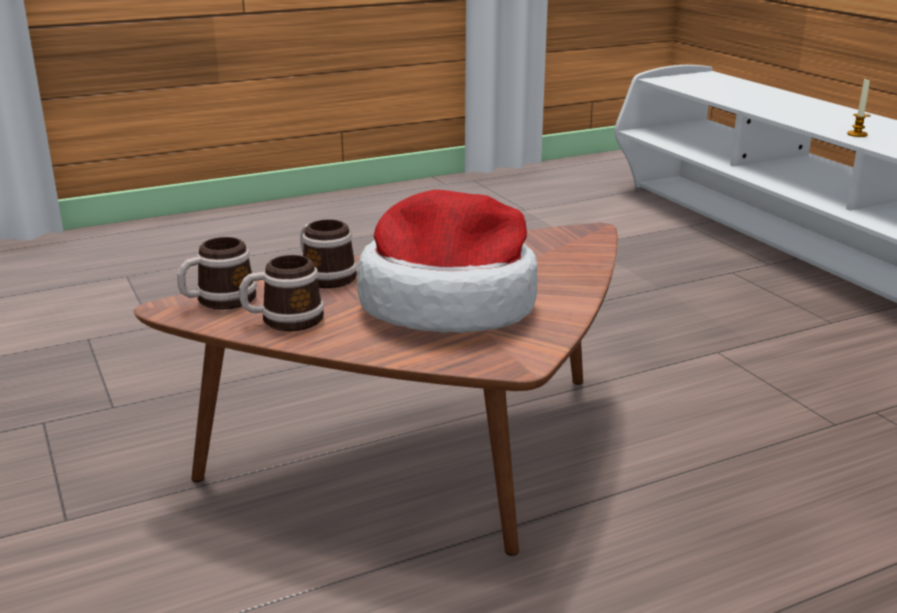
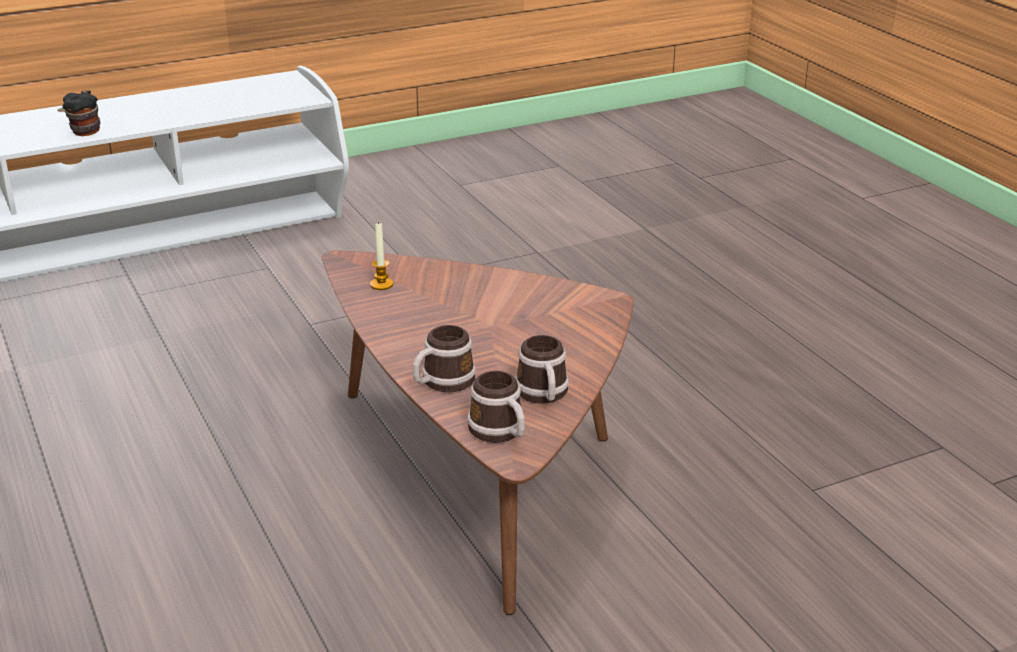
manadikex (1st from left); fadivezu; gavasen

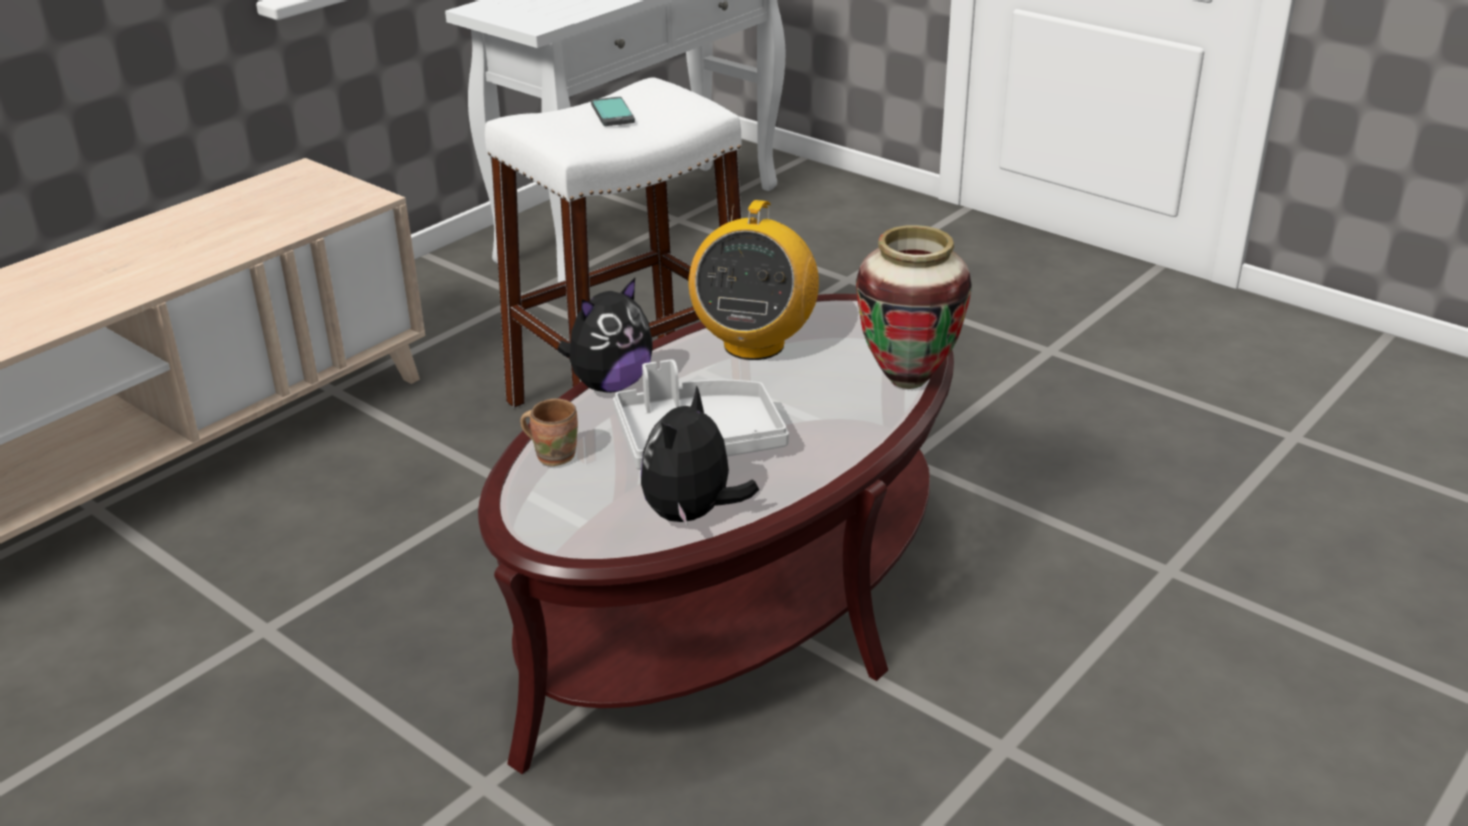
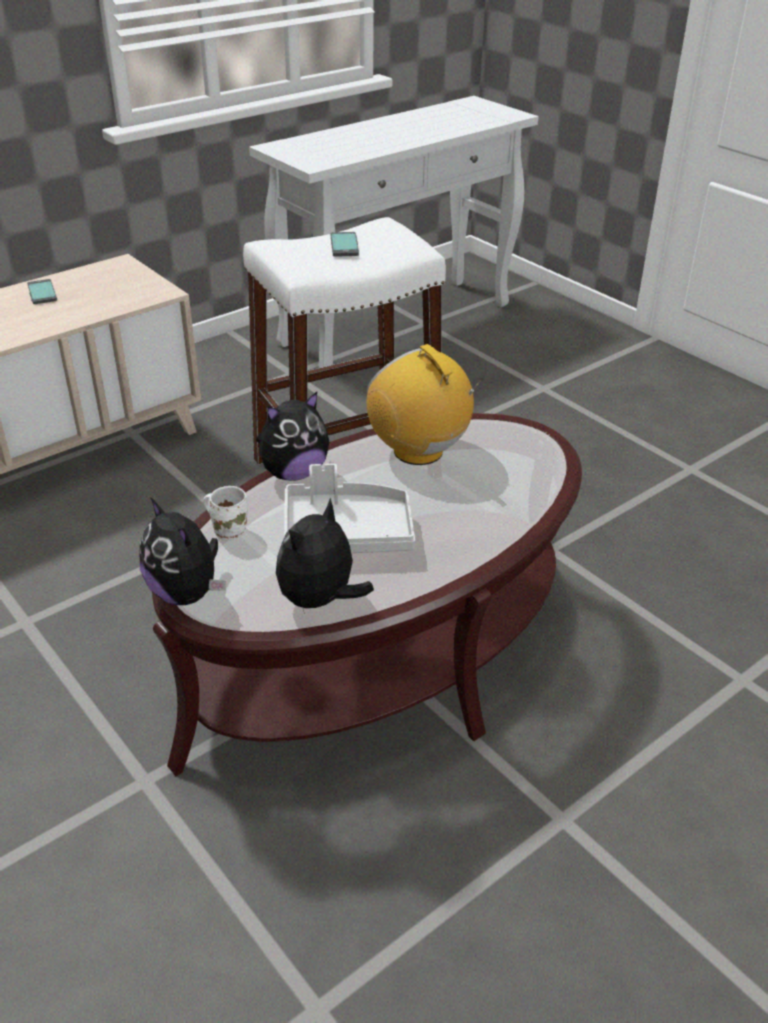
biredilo (1st from left); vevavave (1st from left); white manadikex; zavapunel; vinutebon

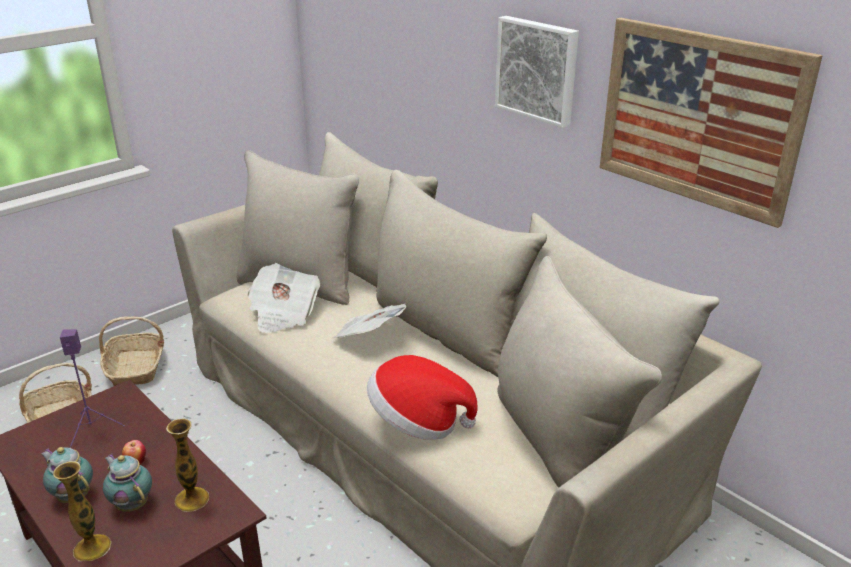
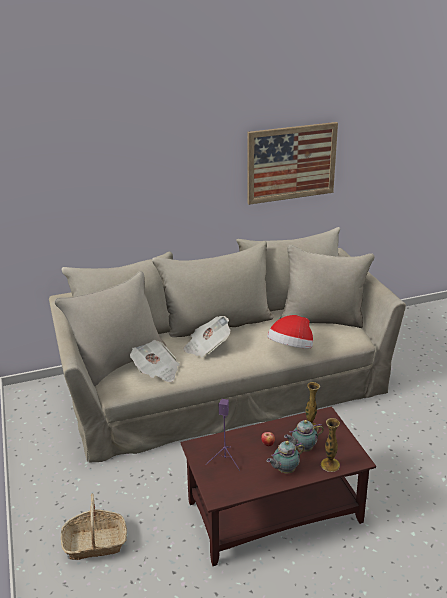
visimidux (2nd from left in the first image); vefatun (1st from left in the first image)

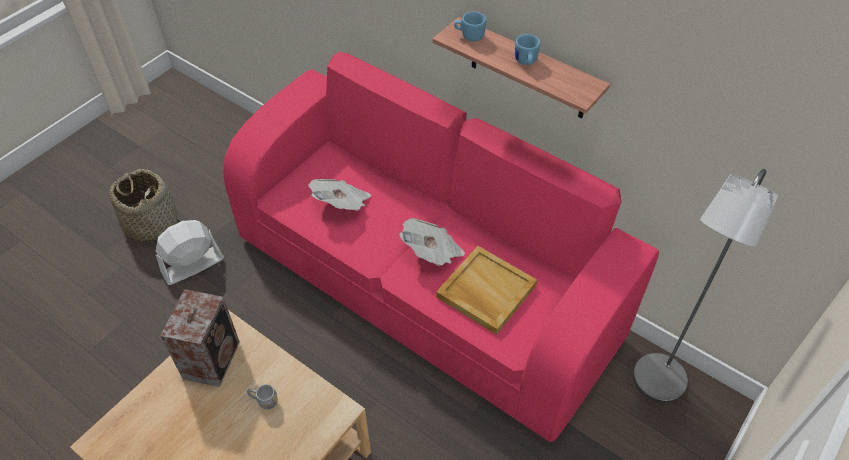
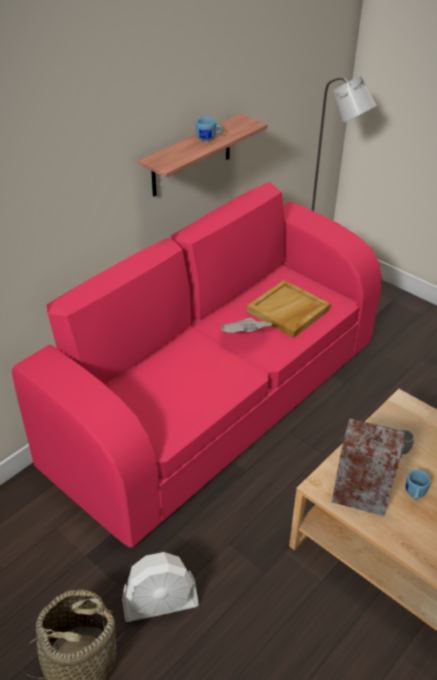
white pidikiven; blue manadikex (2nd from left); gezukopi (1st from left in the first image)

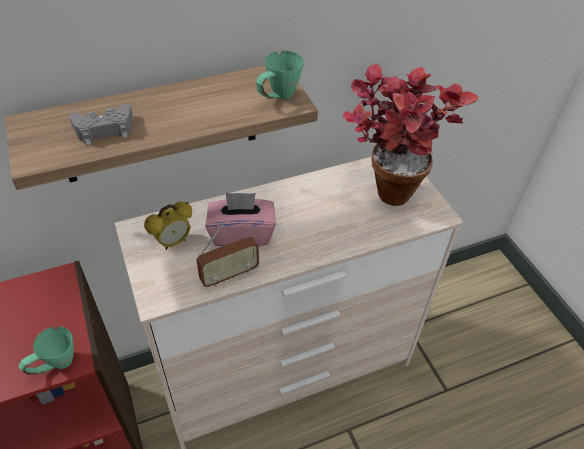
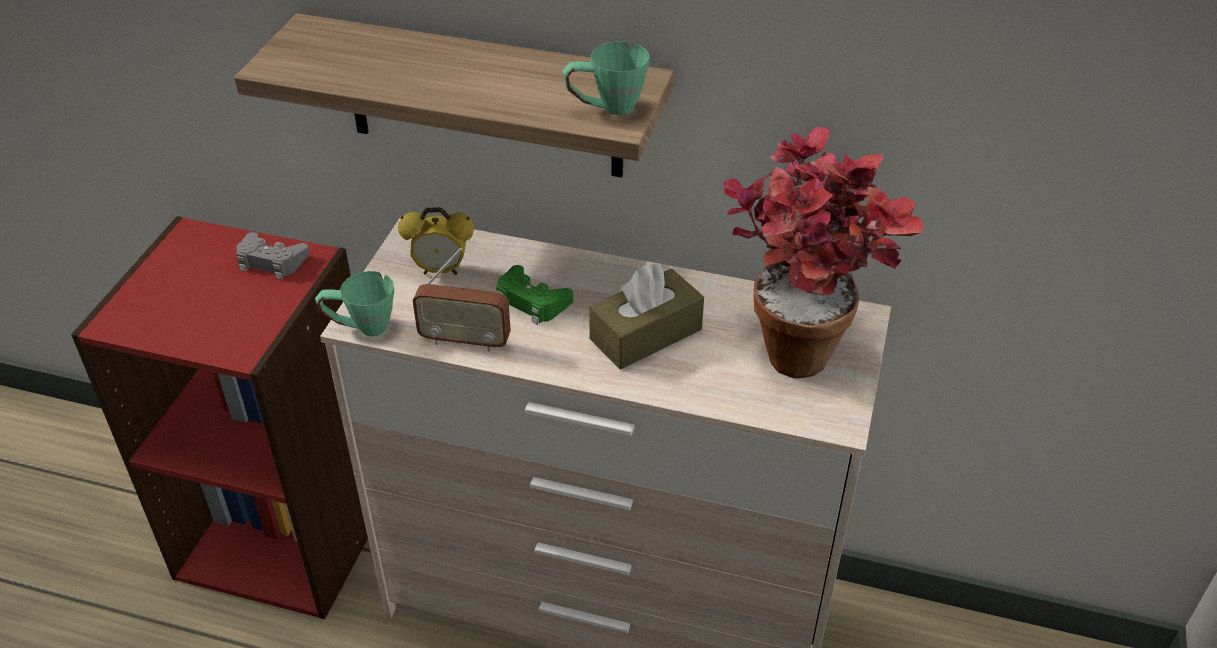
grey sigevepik; green manadikex (1st from left); green sigevepik; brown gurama

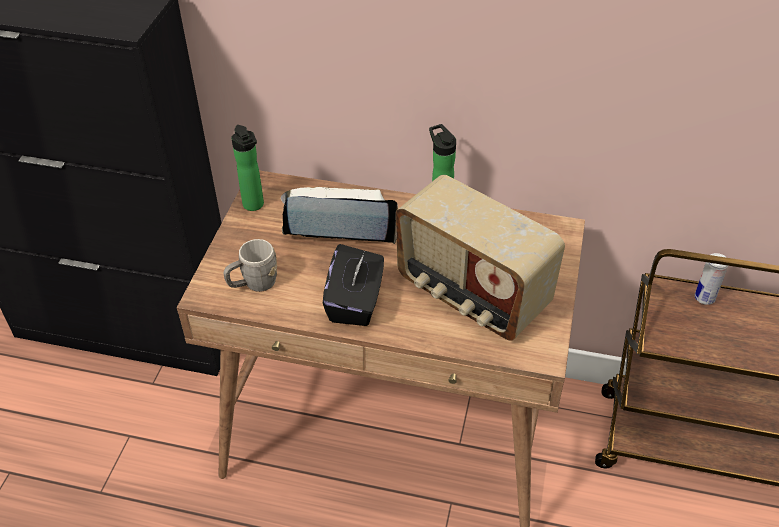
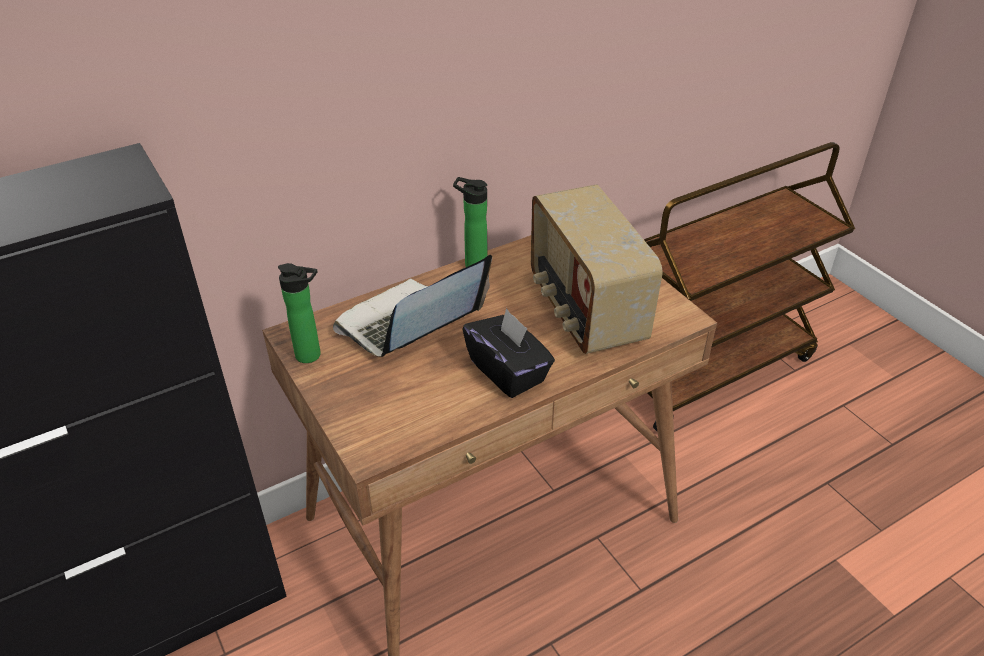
zavapunel; grey manadikex; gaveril

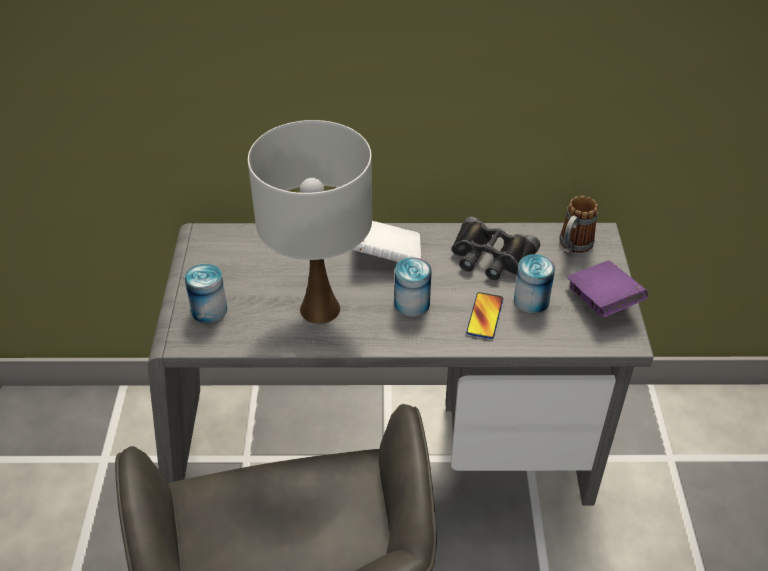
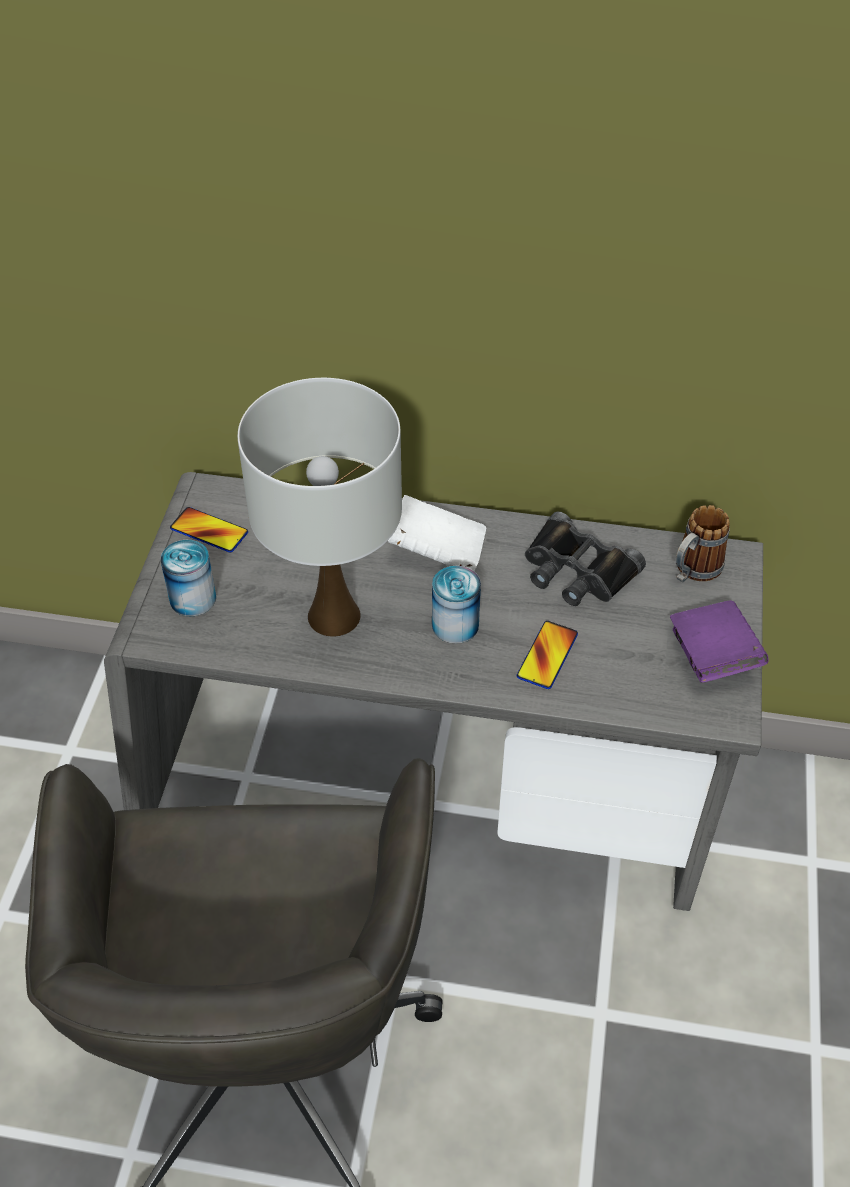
biredilo (1st from left); gaveril (3rd from left in the first image)

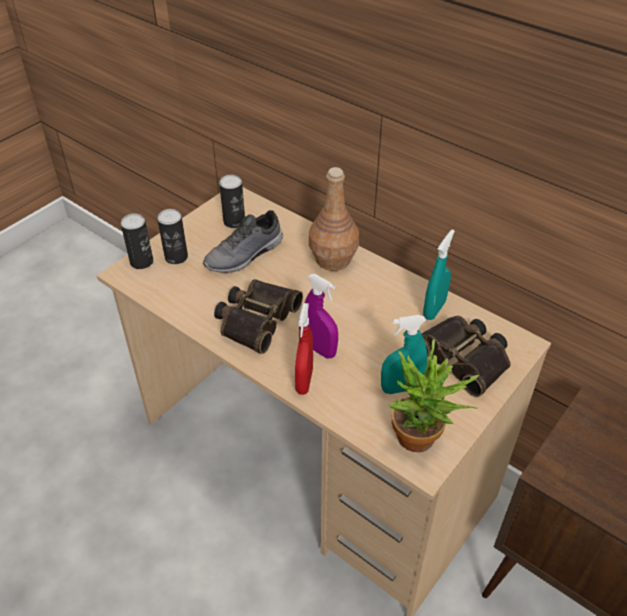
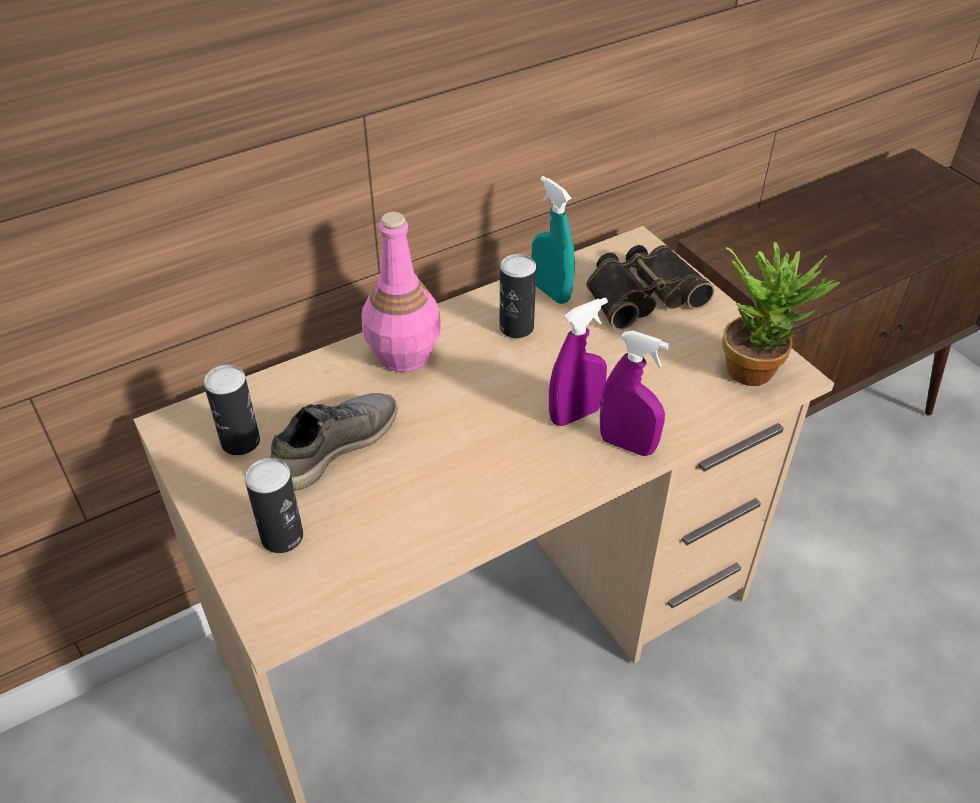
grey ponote; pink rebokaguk; gaveril (3rd from left); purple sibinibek (2nd from left); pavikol (1st from left in the first image); turquoise sibinibek (1st from left in the first image)

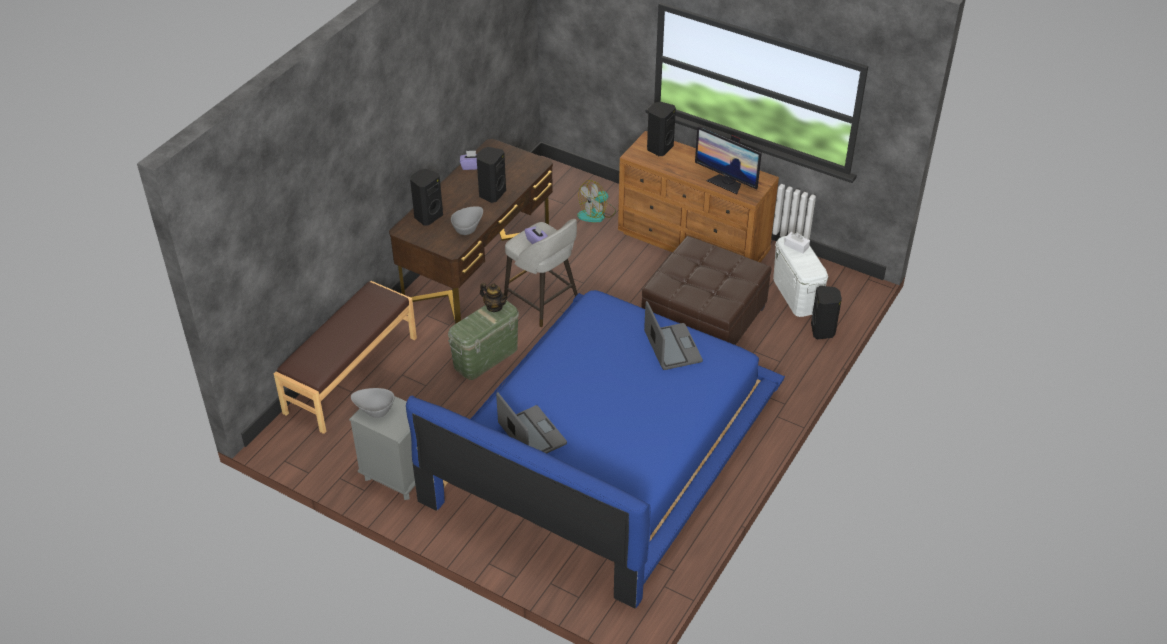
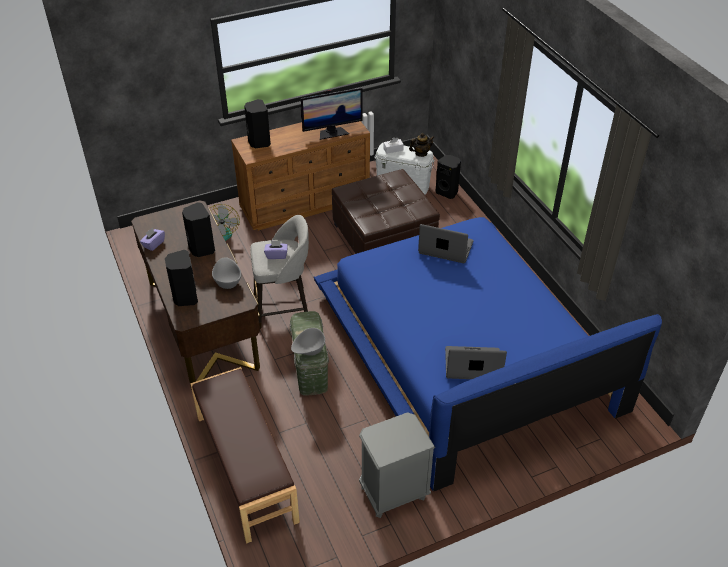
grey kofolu (2nd from left); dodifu

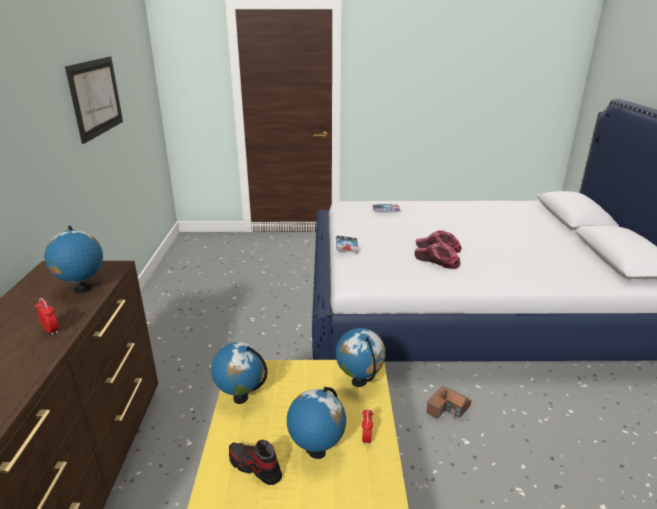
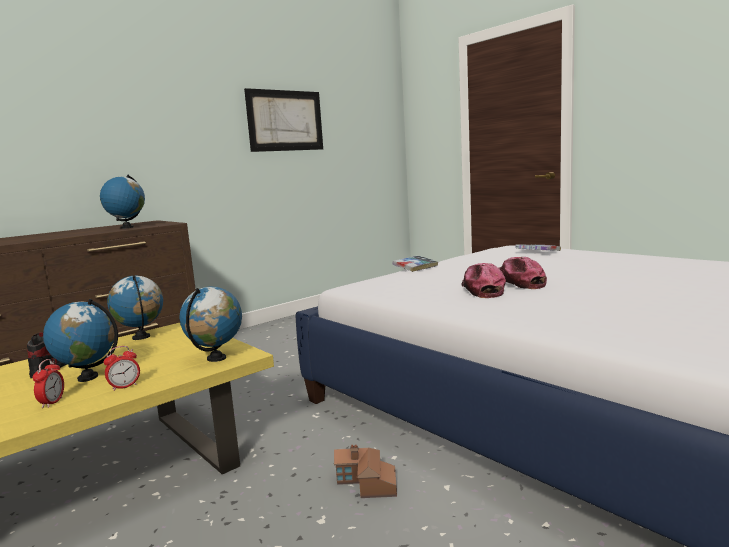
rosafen (1st from left)

